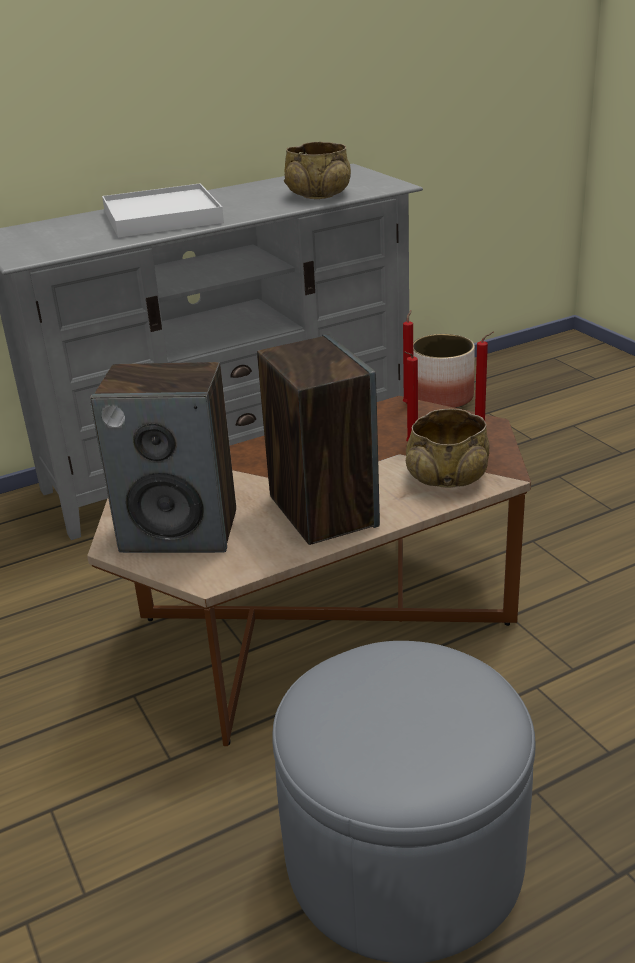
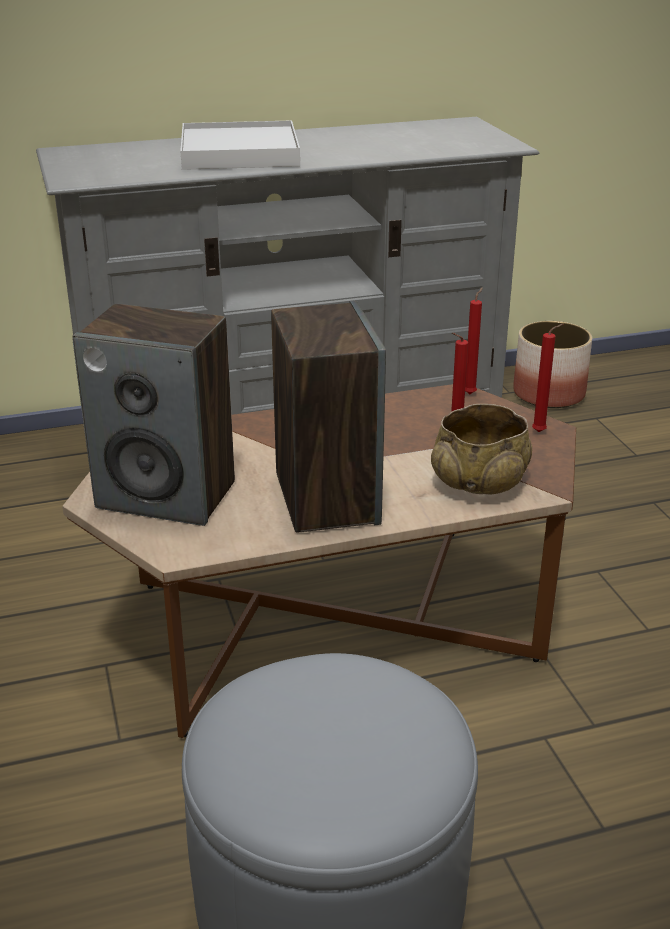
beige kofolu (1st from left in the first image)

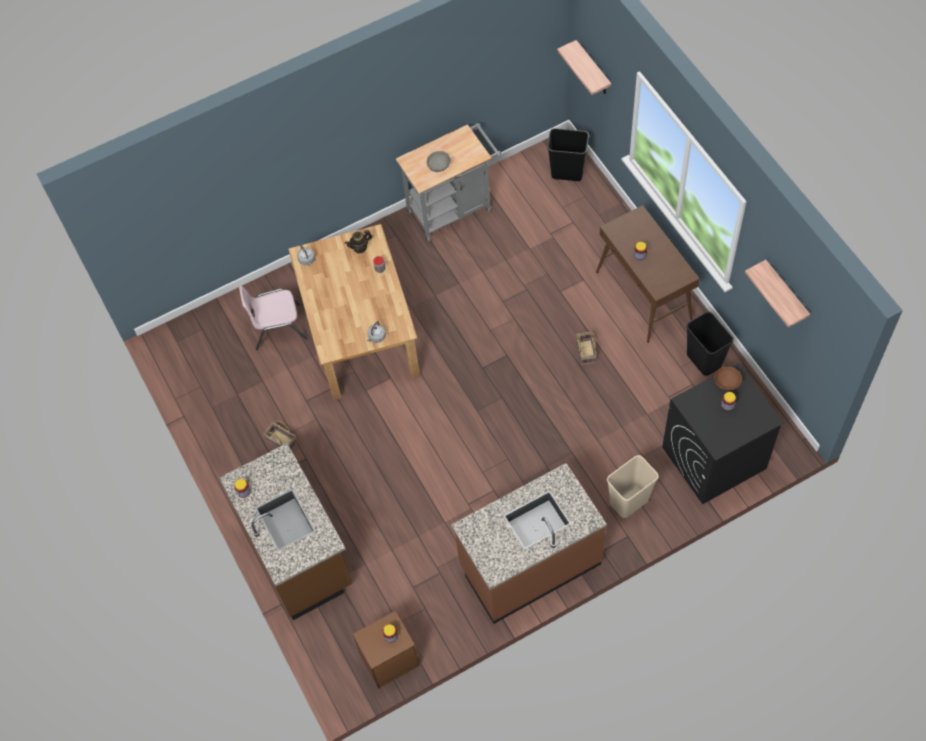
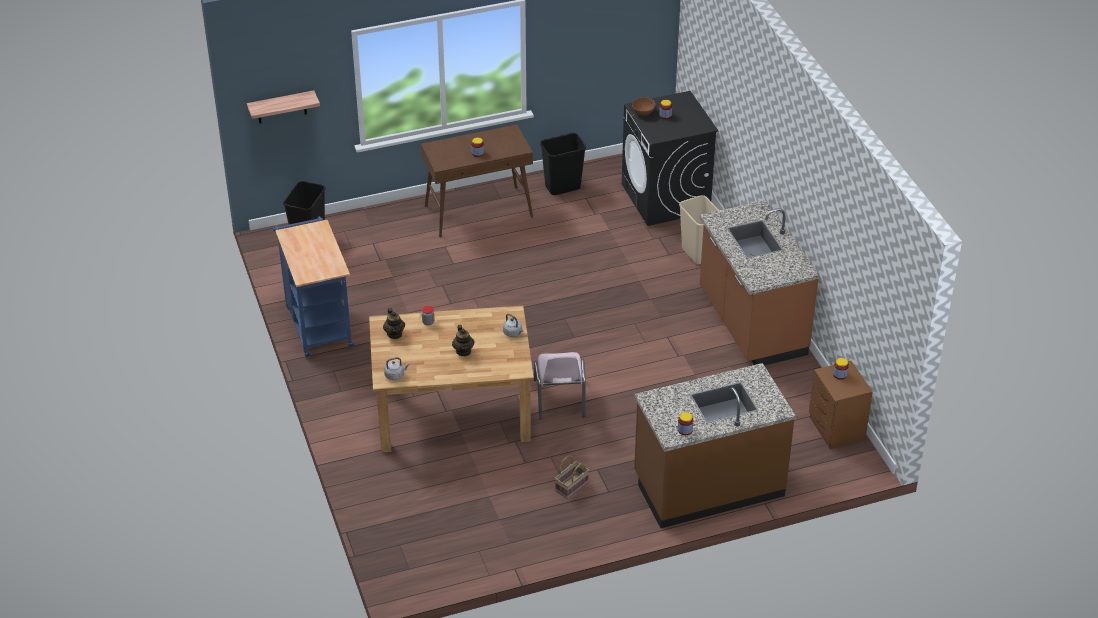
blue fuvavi; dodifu (2nd from left); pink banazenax; grey kofolu; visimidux (2nd from left in the first image); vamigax (2nd from left in the first image)

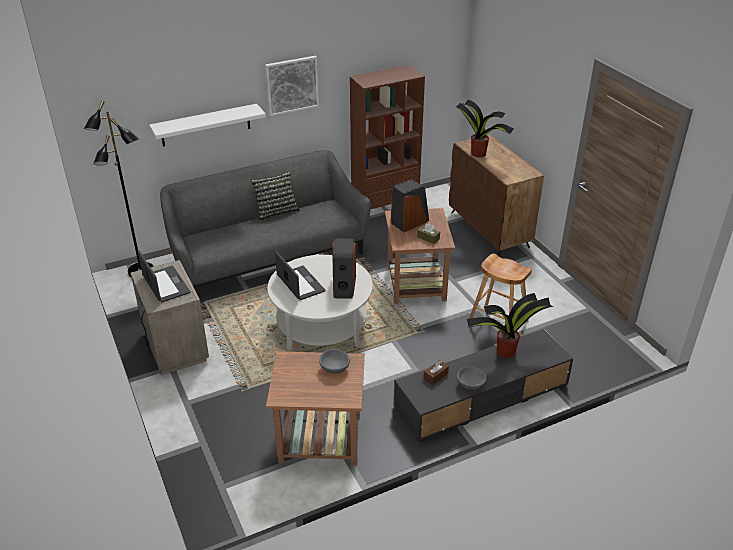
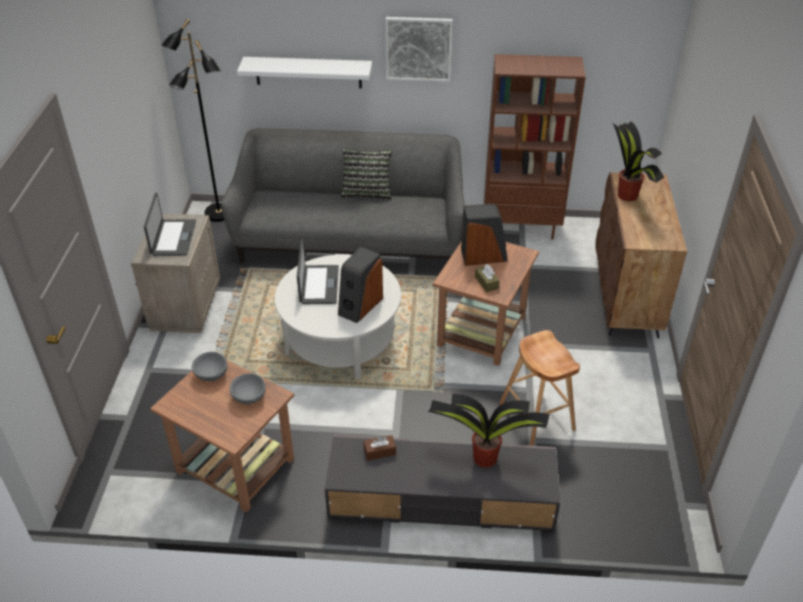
grey kofolu (1st from left)

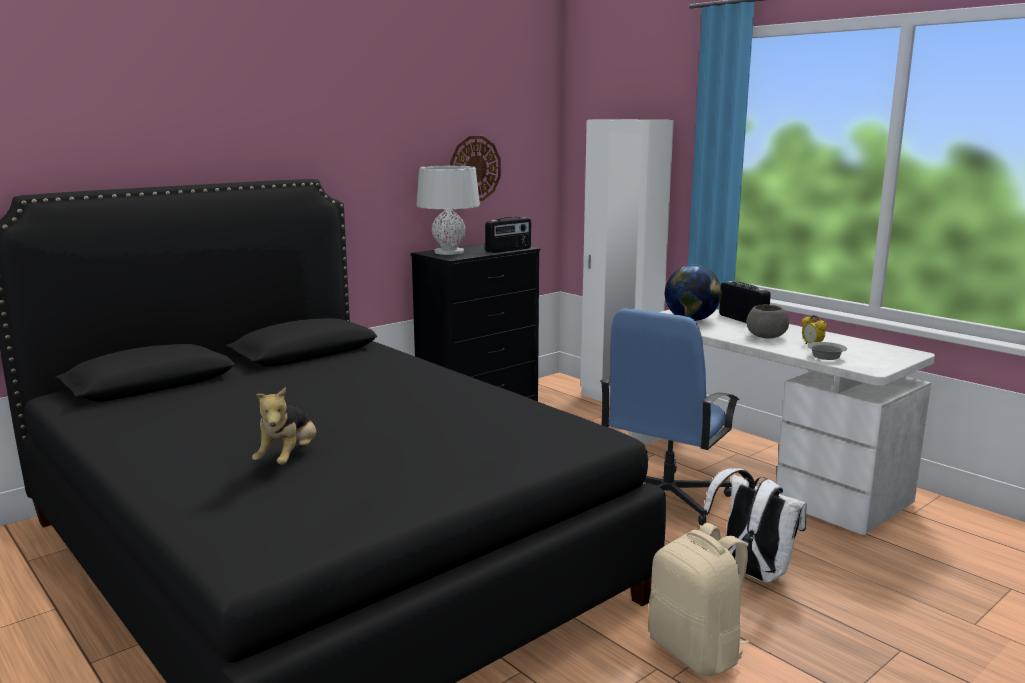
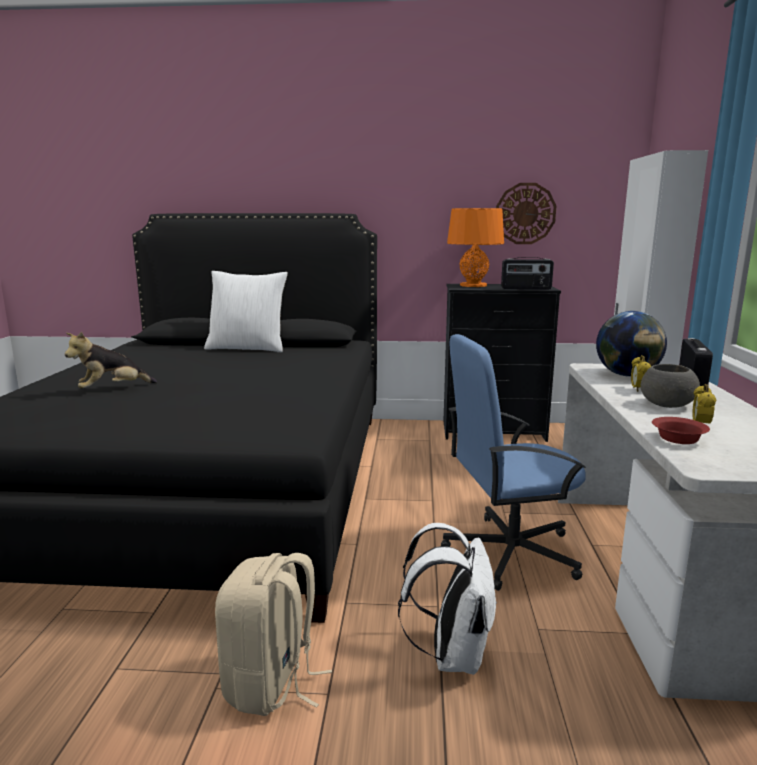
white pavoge; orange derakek; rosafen (1st from left); red kofolu

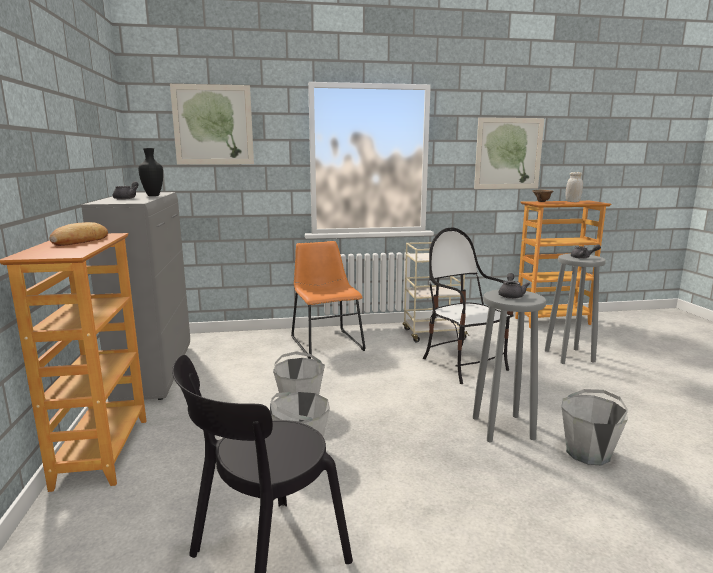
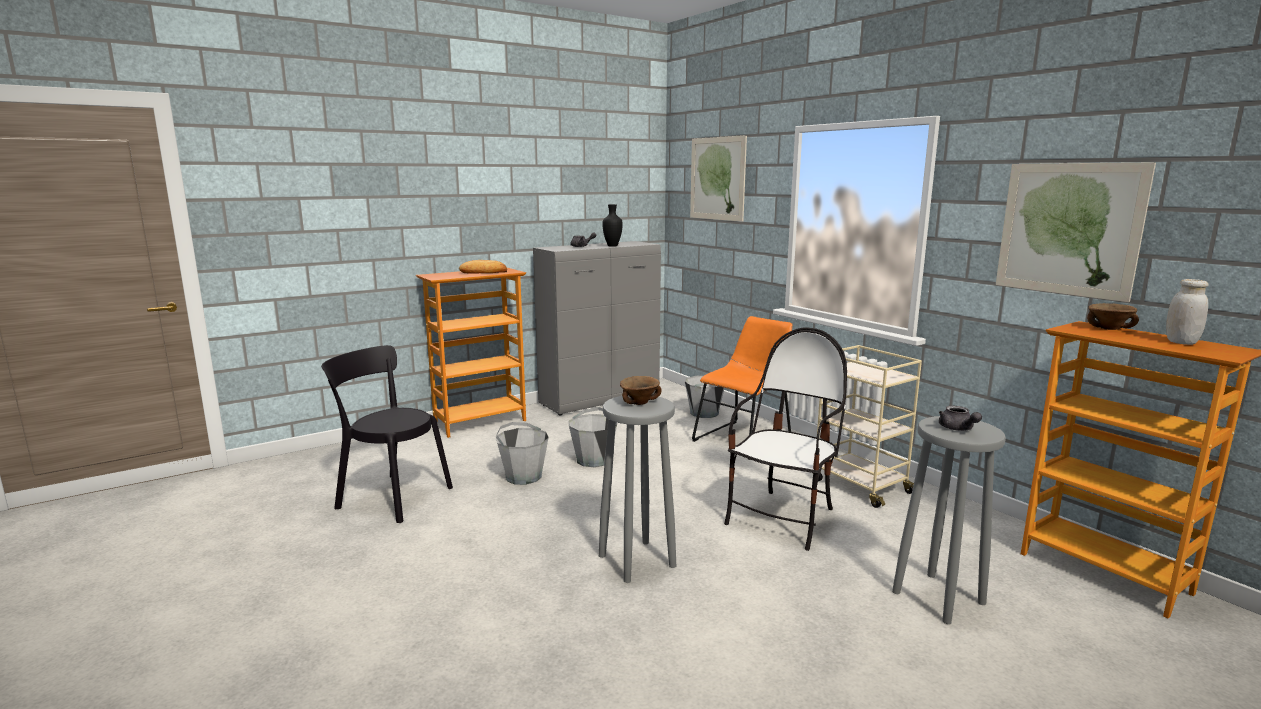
brown kofolu (1st from left); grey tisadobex (3rd from left)

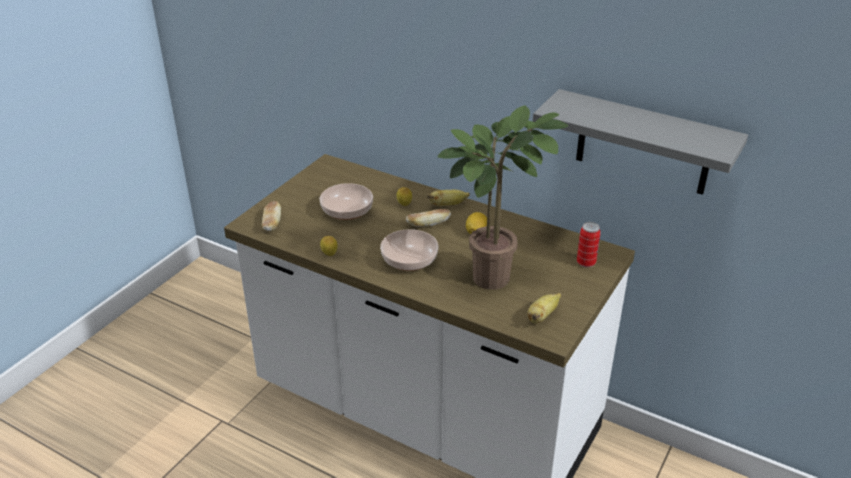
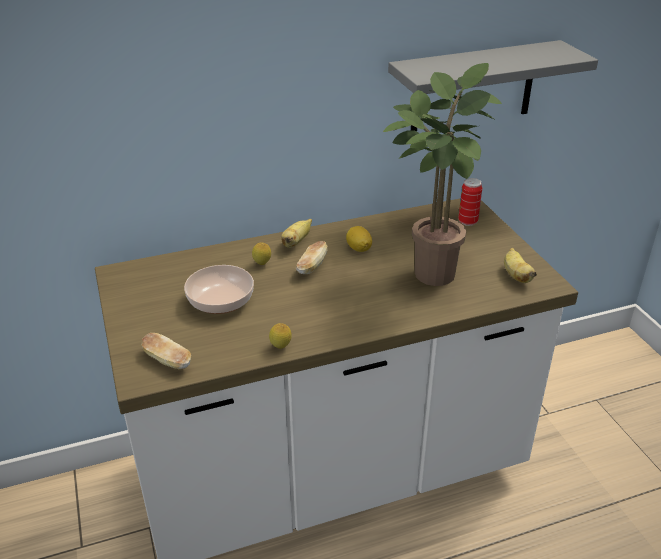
kofolu (2nd from left in the first image)

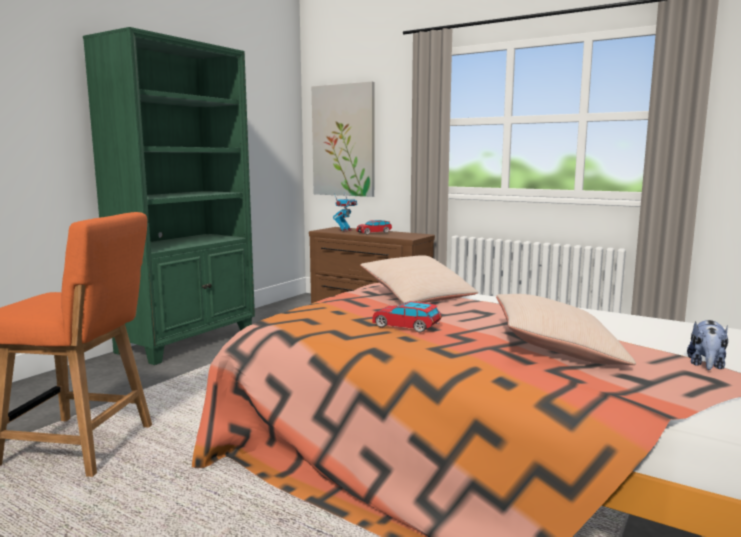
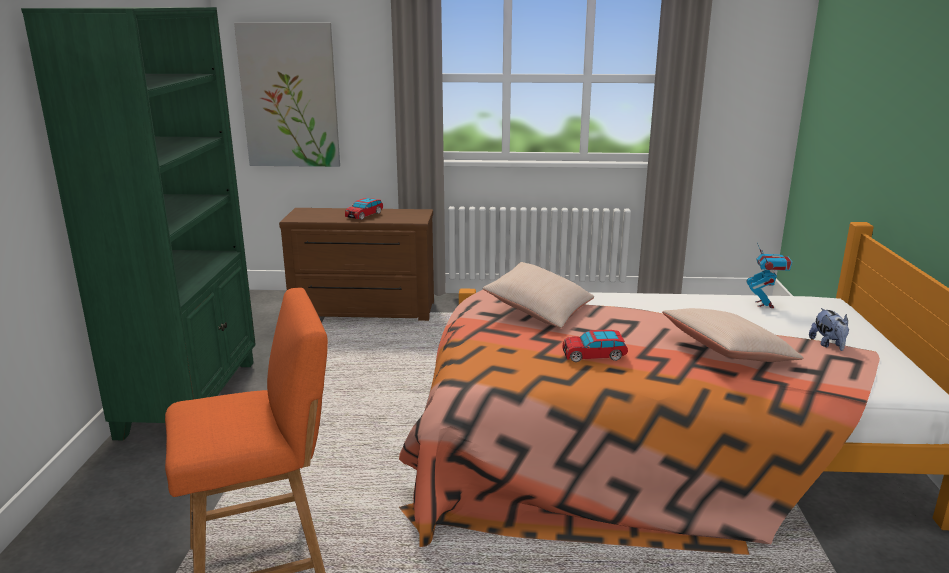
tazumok

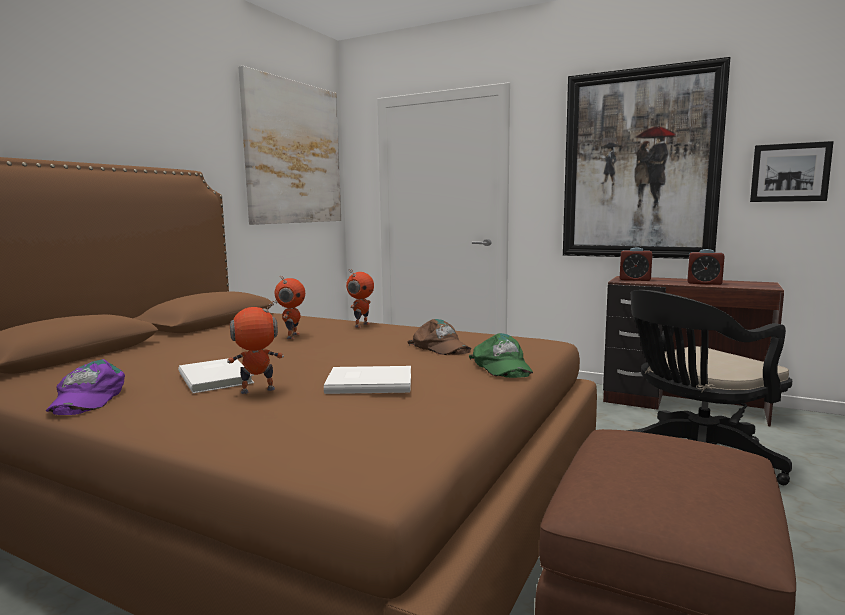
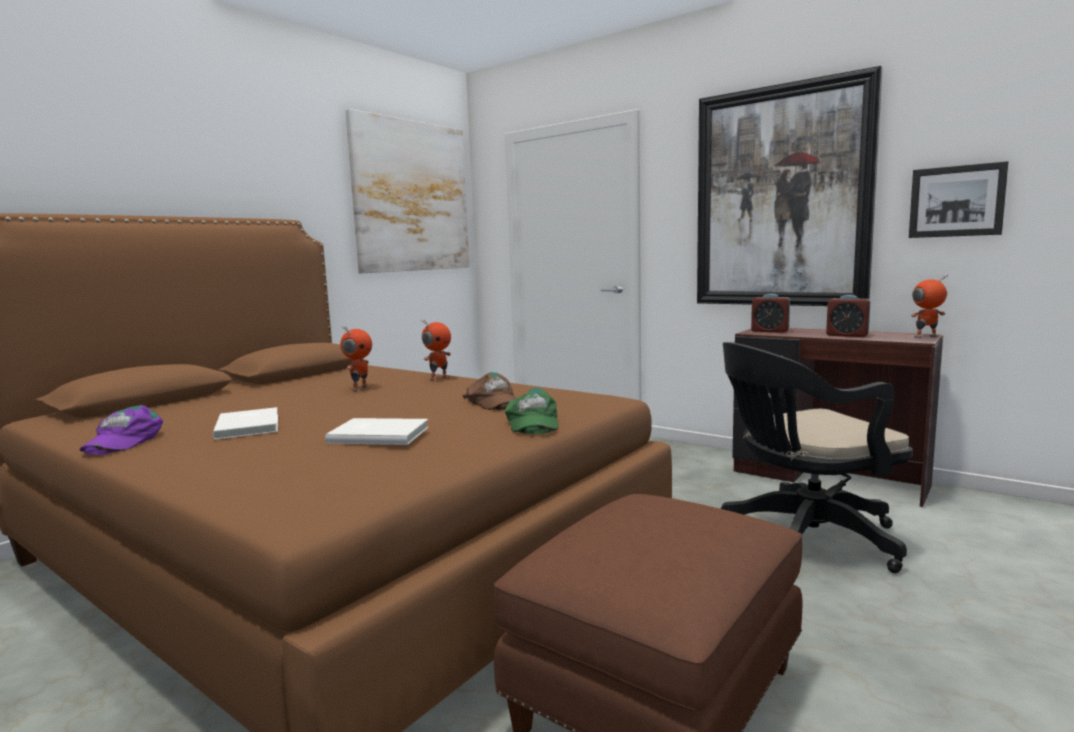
tazumok (3rd from left)

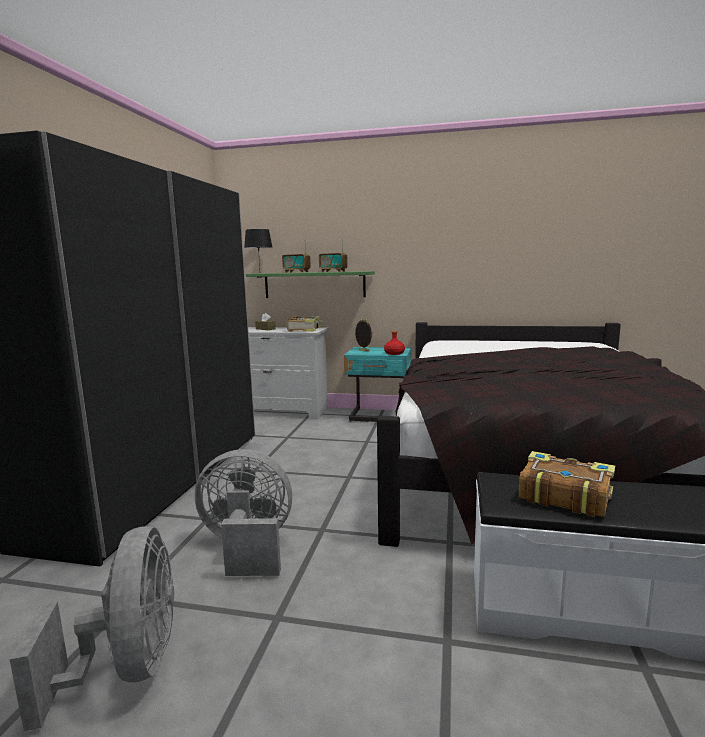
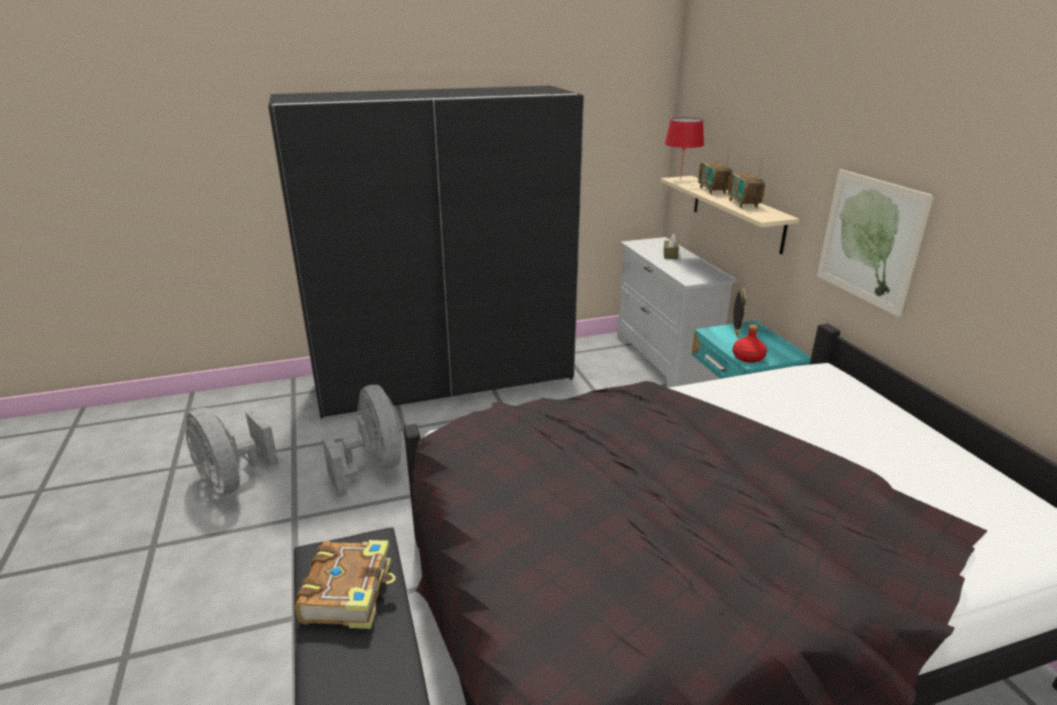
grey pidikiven (1st from left); beige vamigax; red derakek; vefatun; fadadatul (1st from left in the first image)

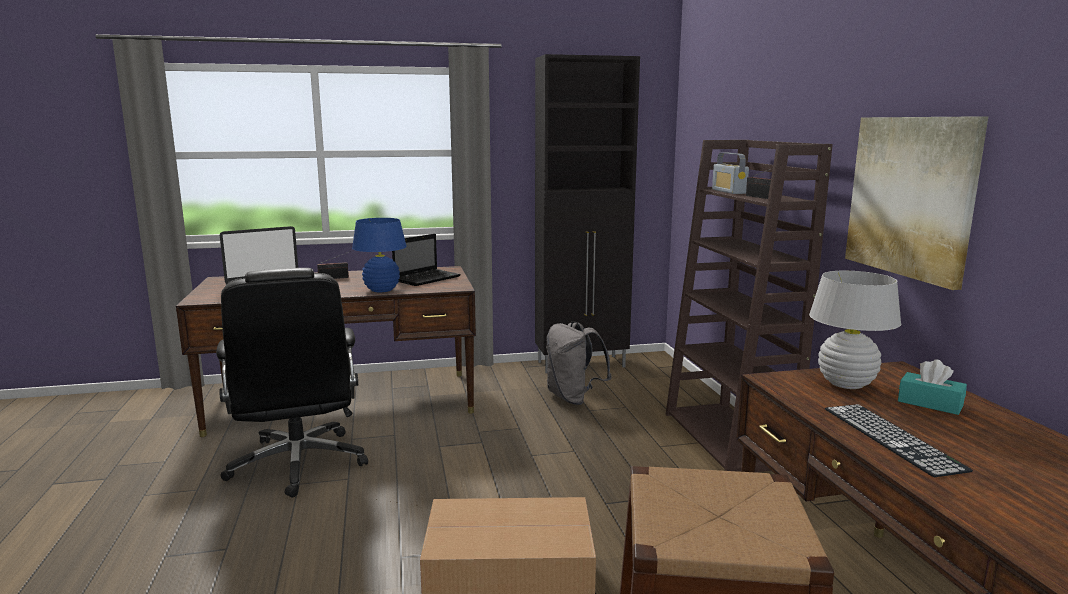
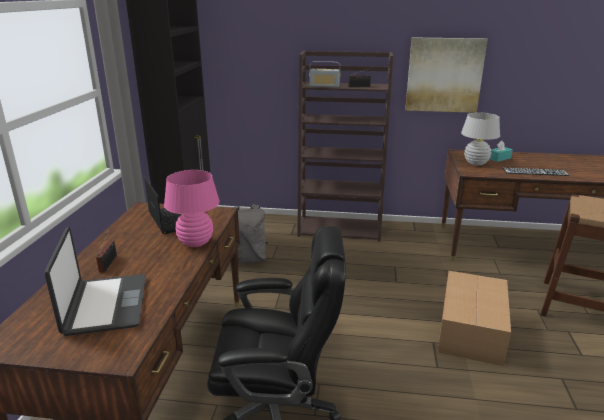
pink derakek

